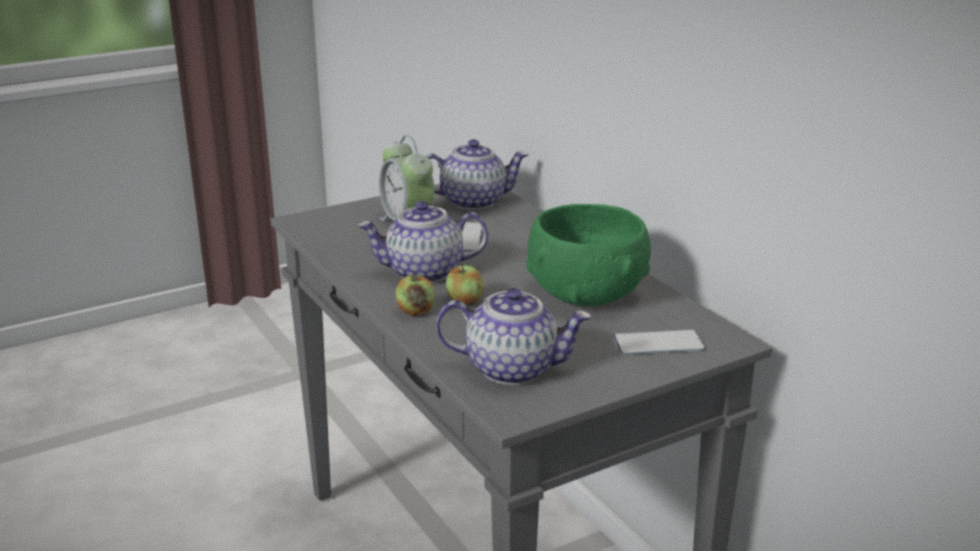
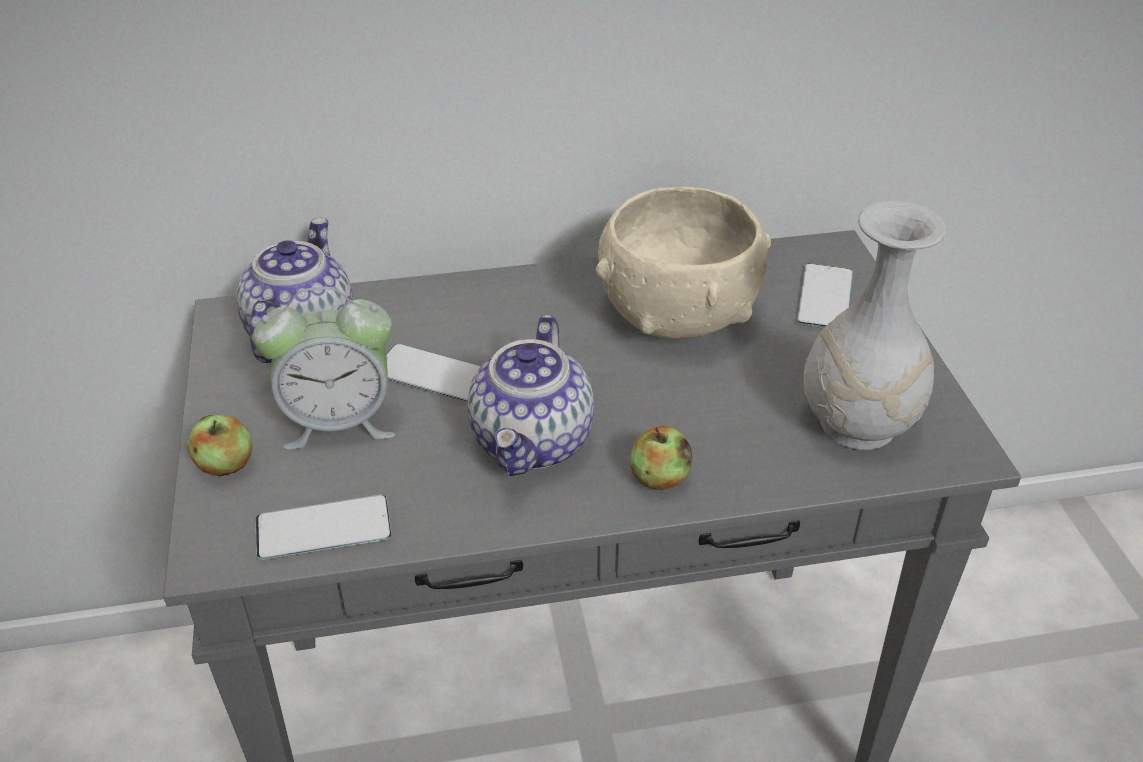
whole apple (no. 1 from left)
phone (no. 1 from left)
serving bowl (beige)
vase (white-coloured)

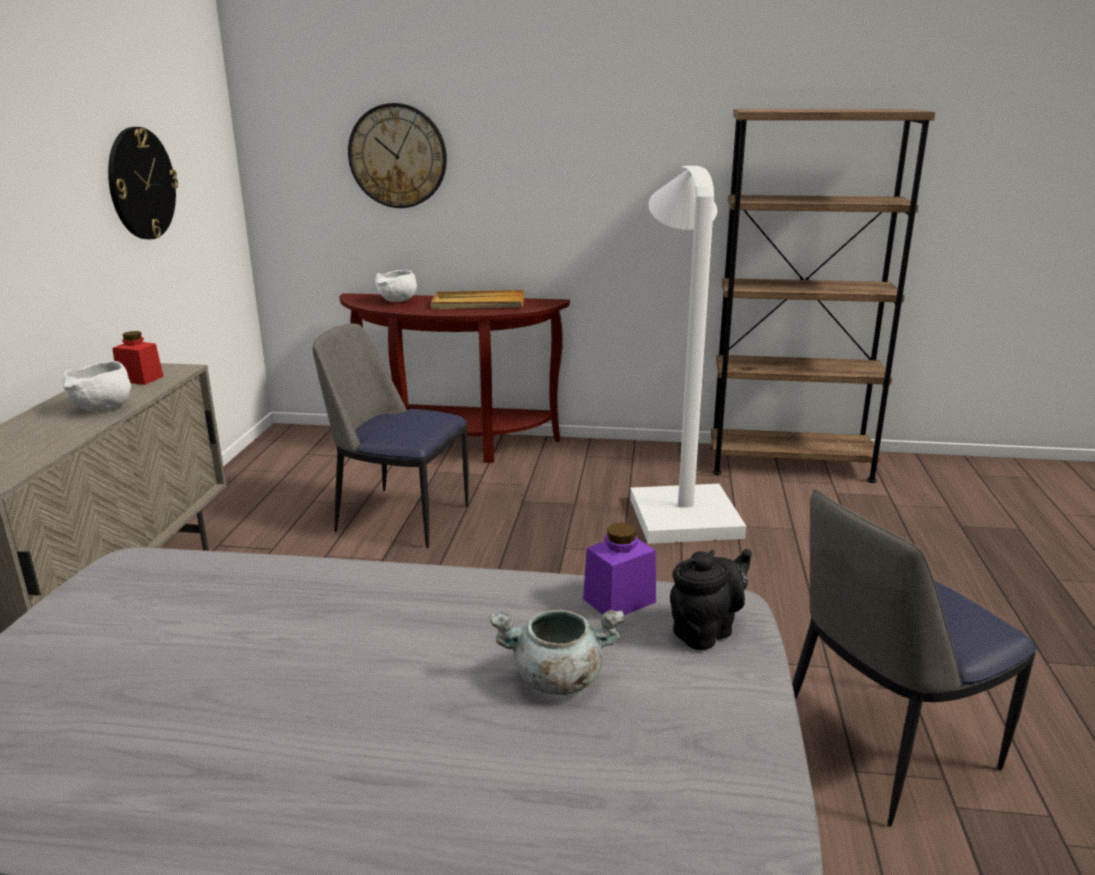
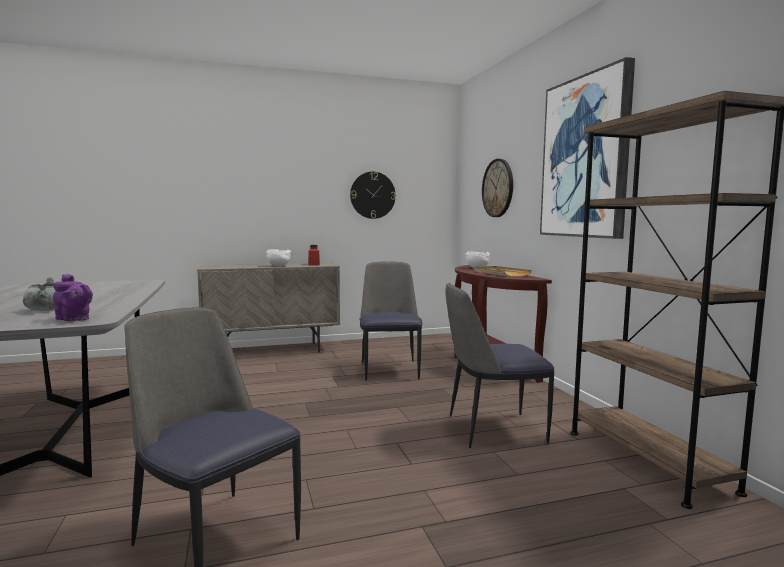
tea pot (purple-coloured)
plain chair (no. 3 from left)
wall art
jar (purple-coloured)

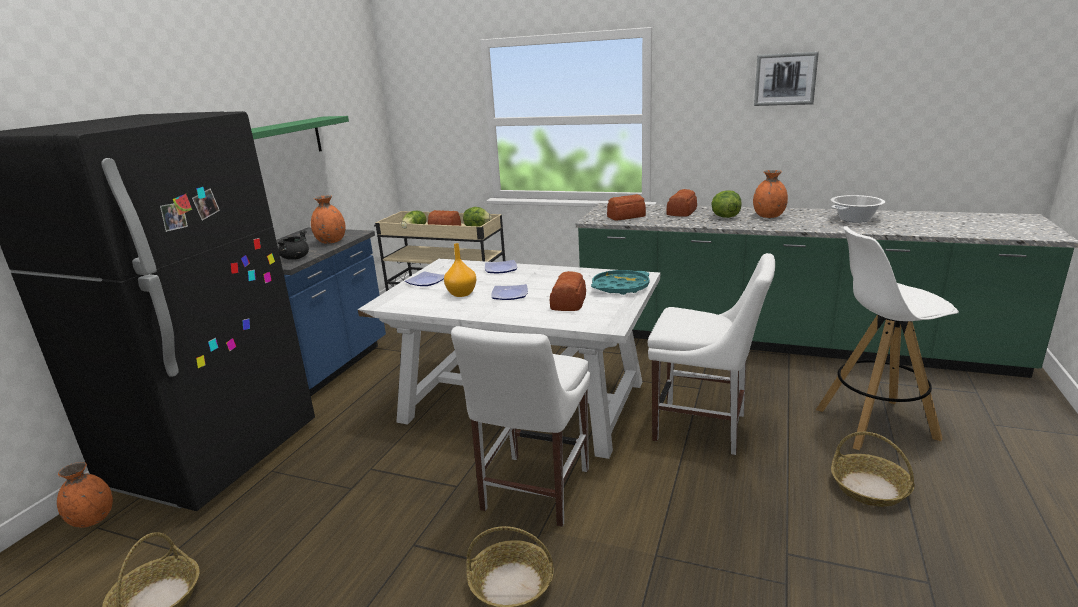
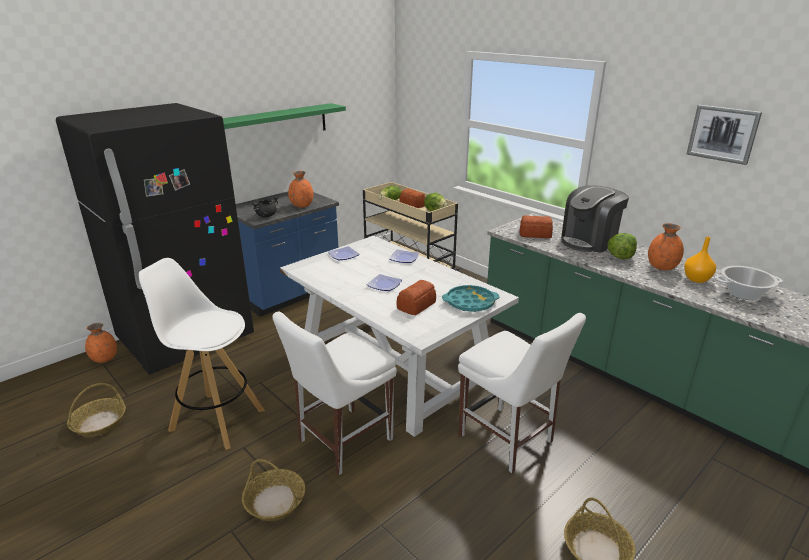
stool seat (white-coloured)
coffee brewer
vase (orange-coloured) (no. 4 from left)

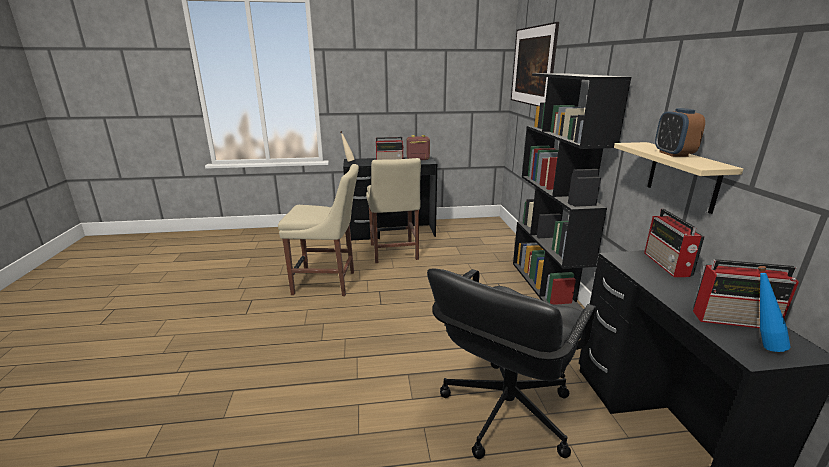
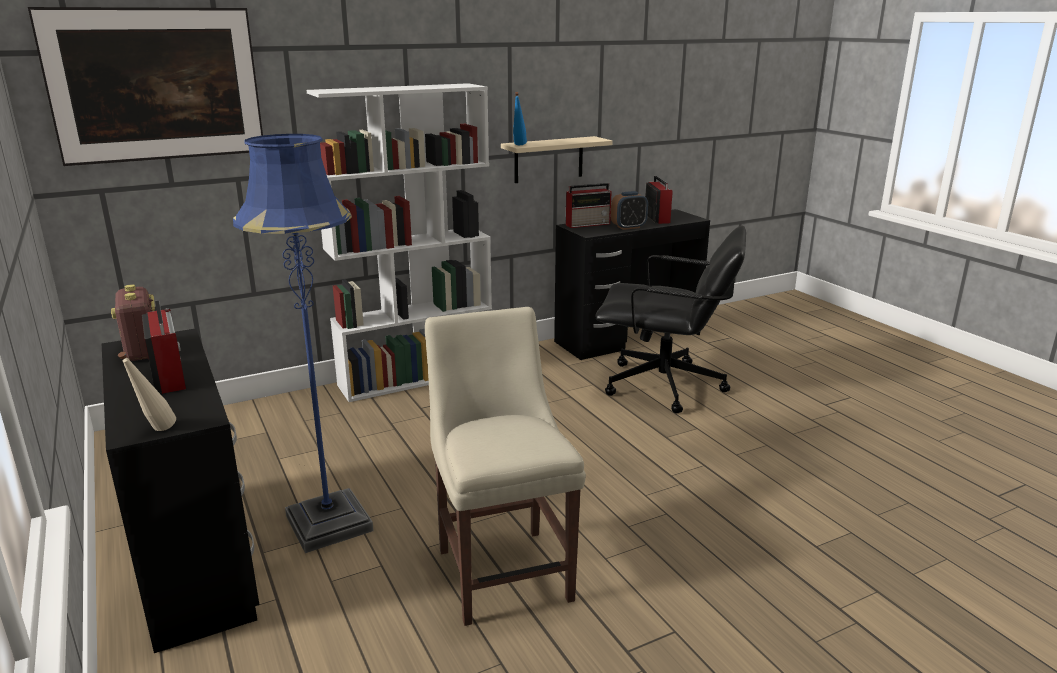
floor lamp (blue)
shelving unit (white-coloured)
drink bottle (blue)
alarm clock

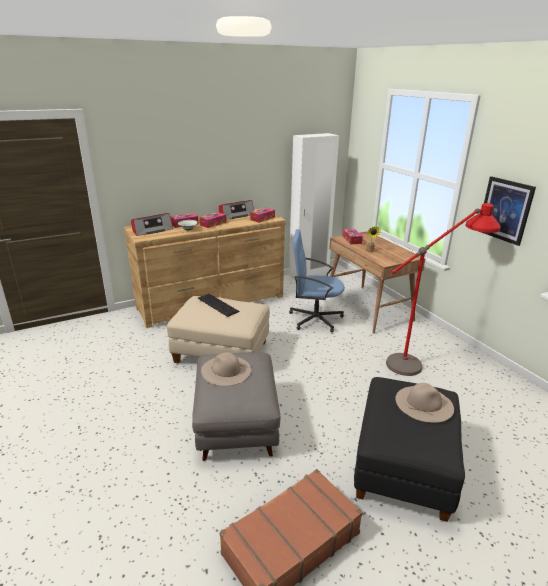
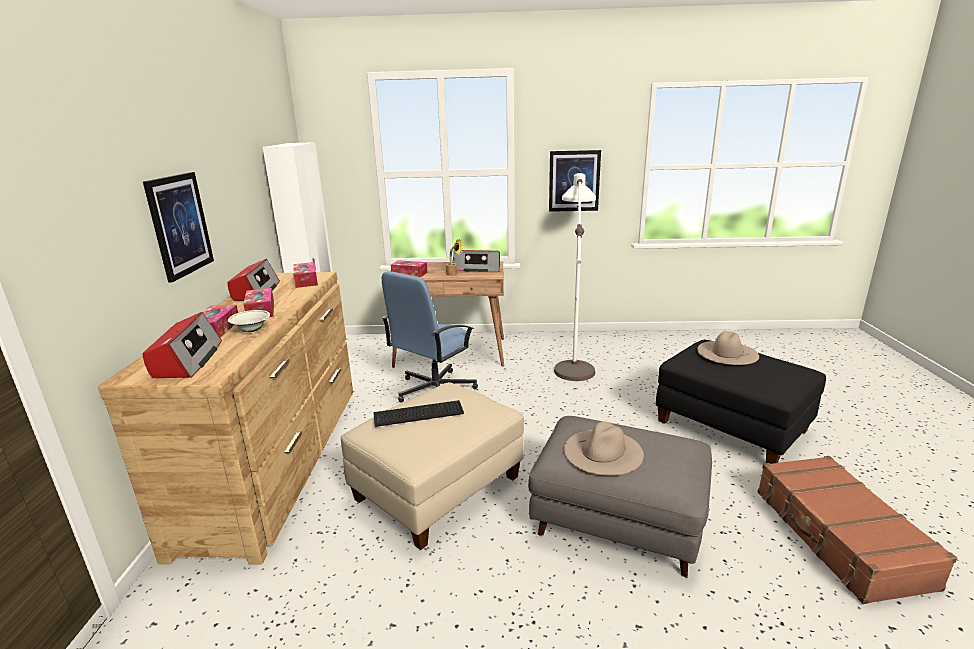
wall art (no. 1 from left)
radio set (no. 3 from left)
floor lamp (white-coloured)

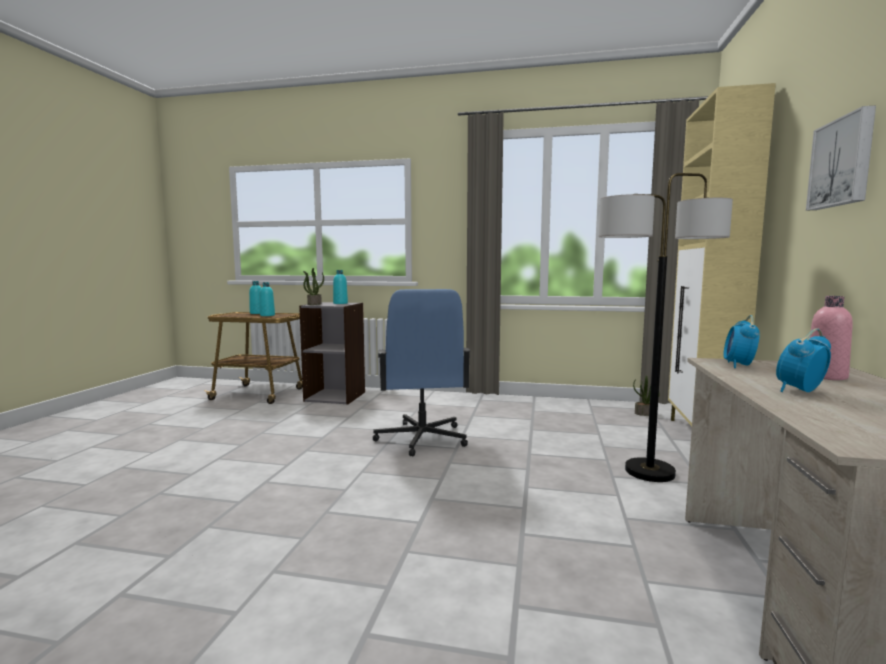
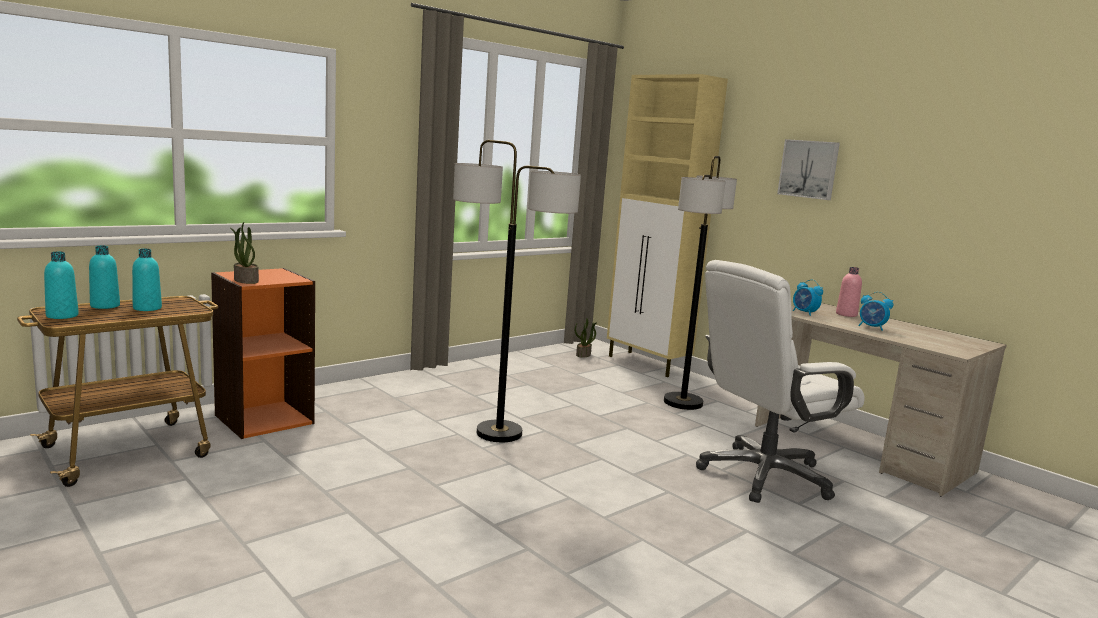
drink bottle (blue-green) (no. 1 from left)
shelving unit (orange-coloured)
floor lamp (no. 1 from left)
computer chair (white-coloured)
alarm clock (no. 2 from left)

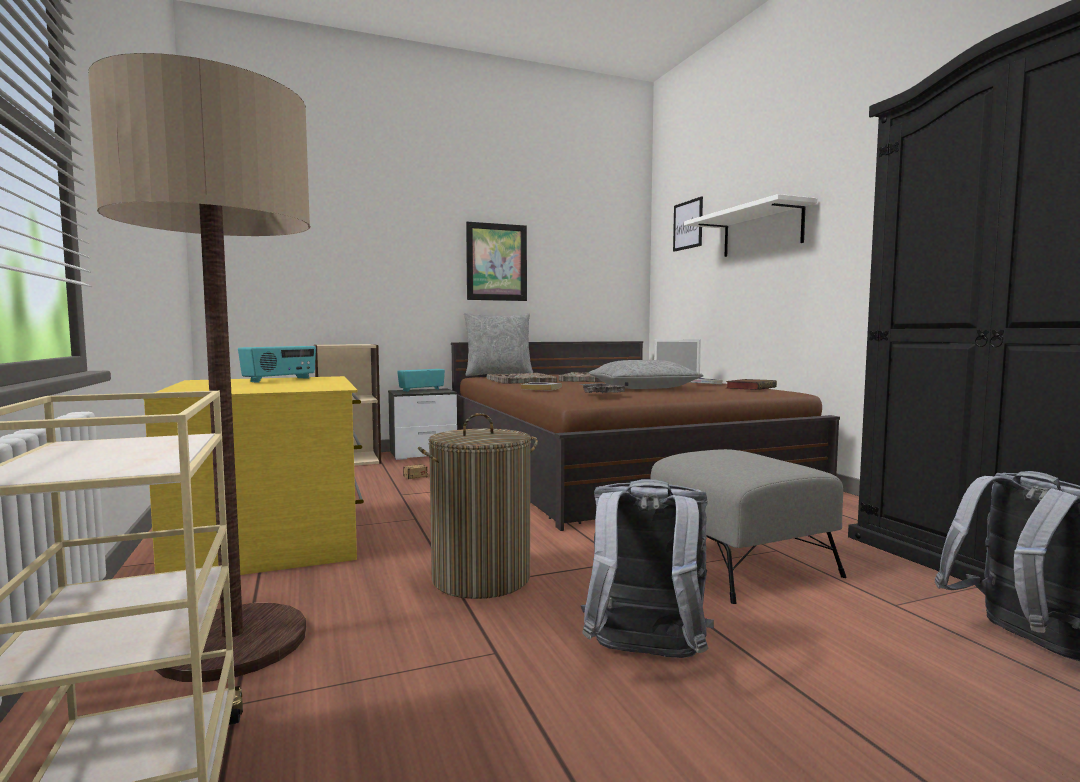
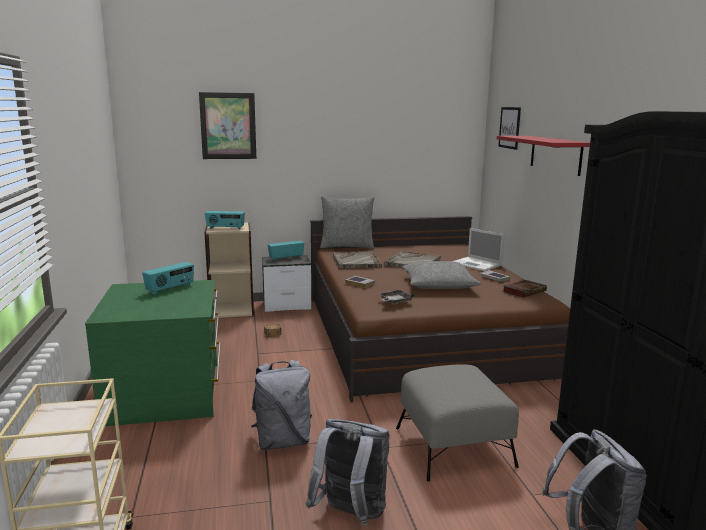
chest of drawers (green)
wall art (no. 1 from left)
radio set (no. 2 from left)
rucksack (gray) (no. 1 from left)
shelf (red-coloured)
floor lamp

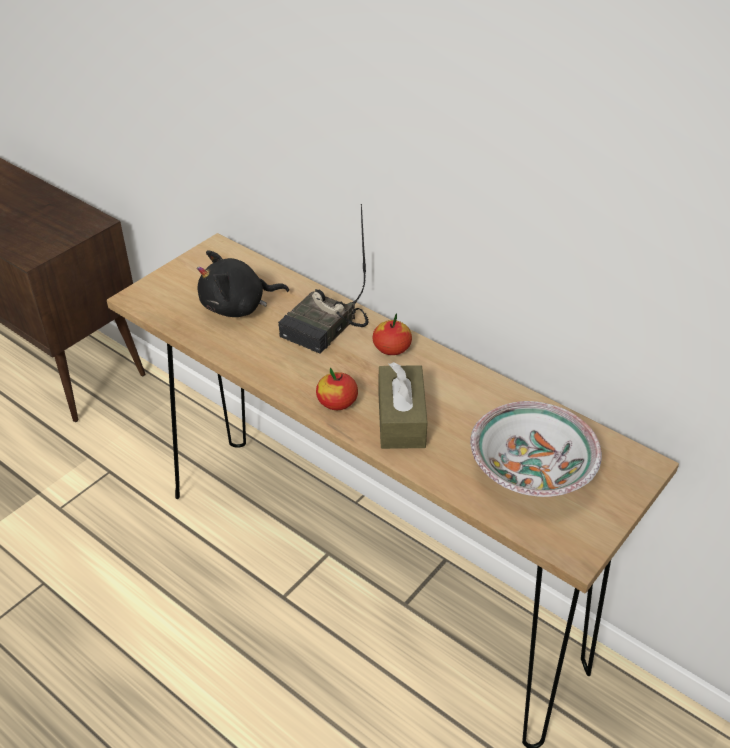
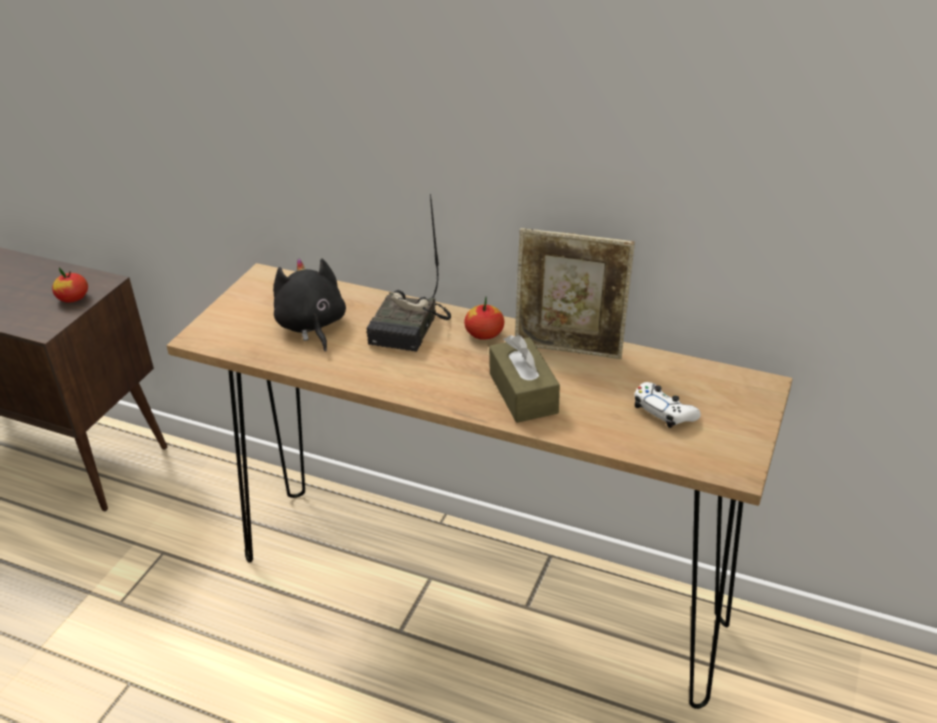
whole apple (no. 1 from left)
plush toy (black)
picture frame
joypad (white-coloured)

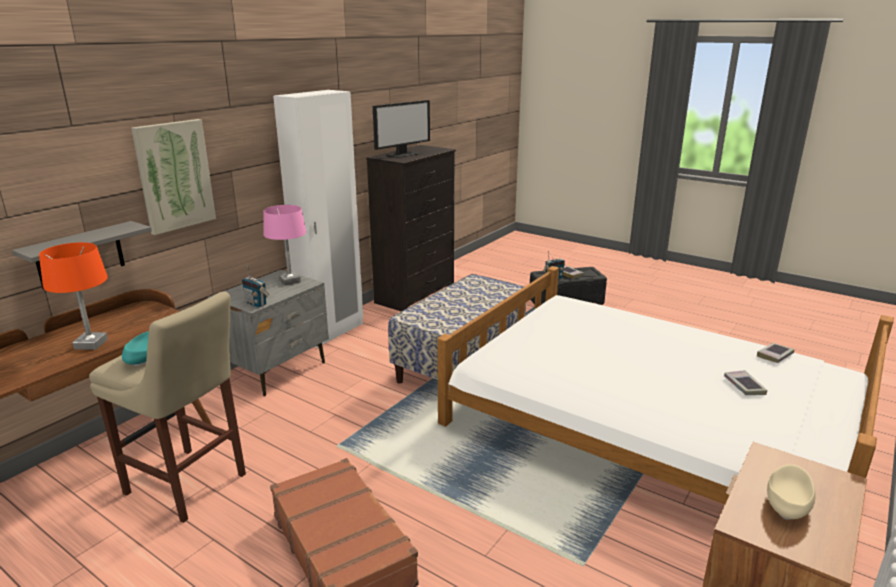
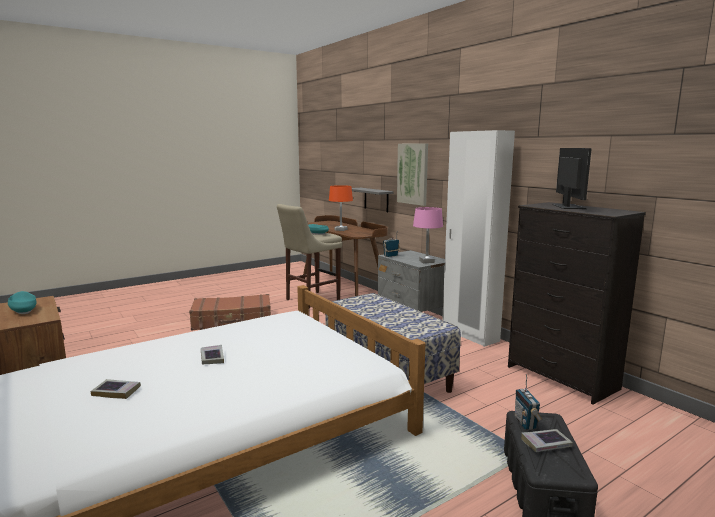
serving bowl (blue-green) (no. 1 from left)
volume (no. 2 from left)
computer screen

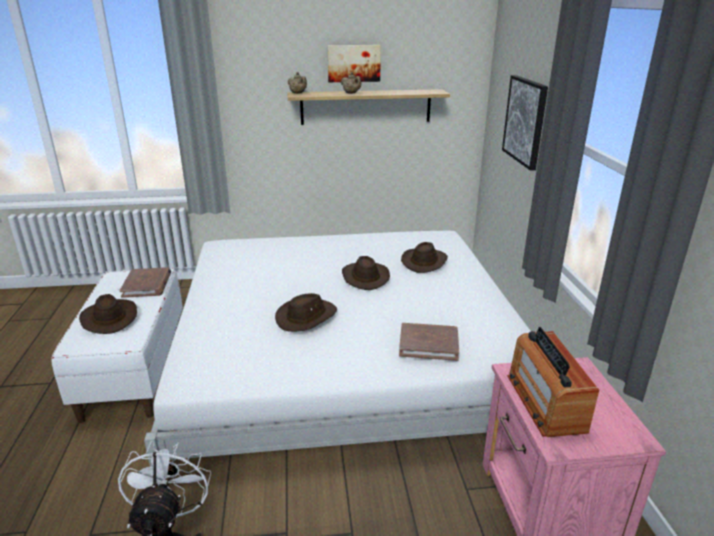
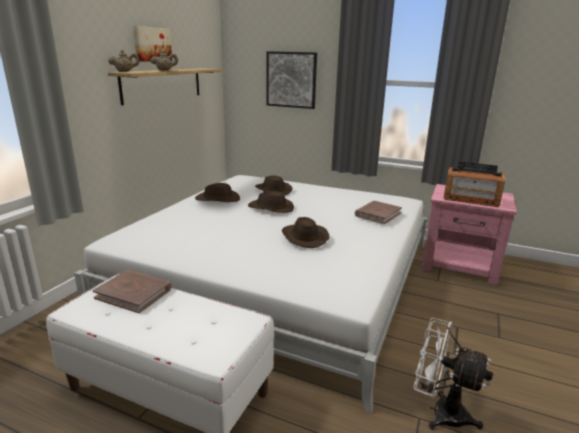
clothing hat (brown-coloured) (no. 1 from left)

